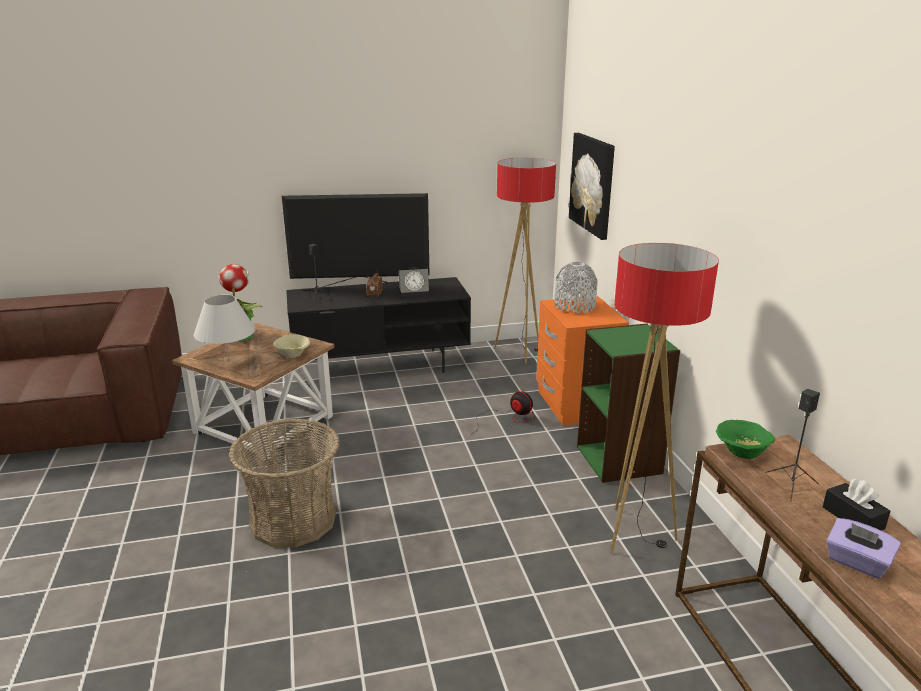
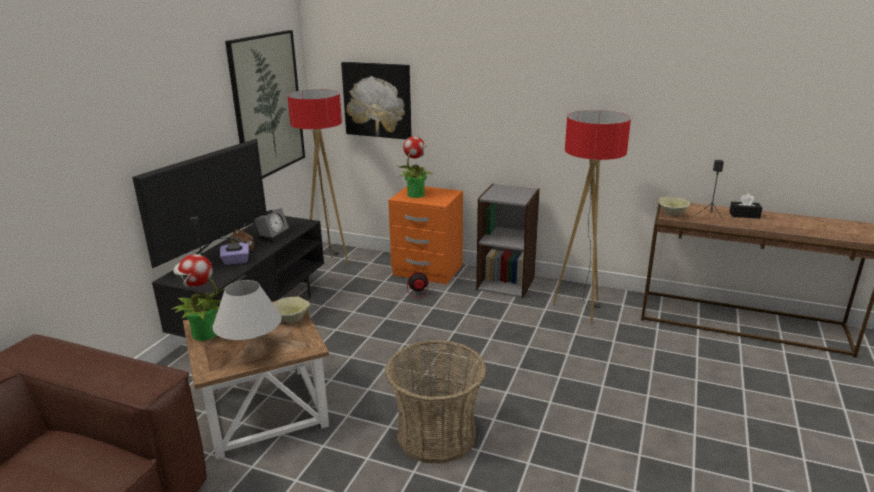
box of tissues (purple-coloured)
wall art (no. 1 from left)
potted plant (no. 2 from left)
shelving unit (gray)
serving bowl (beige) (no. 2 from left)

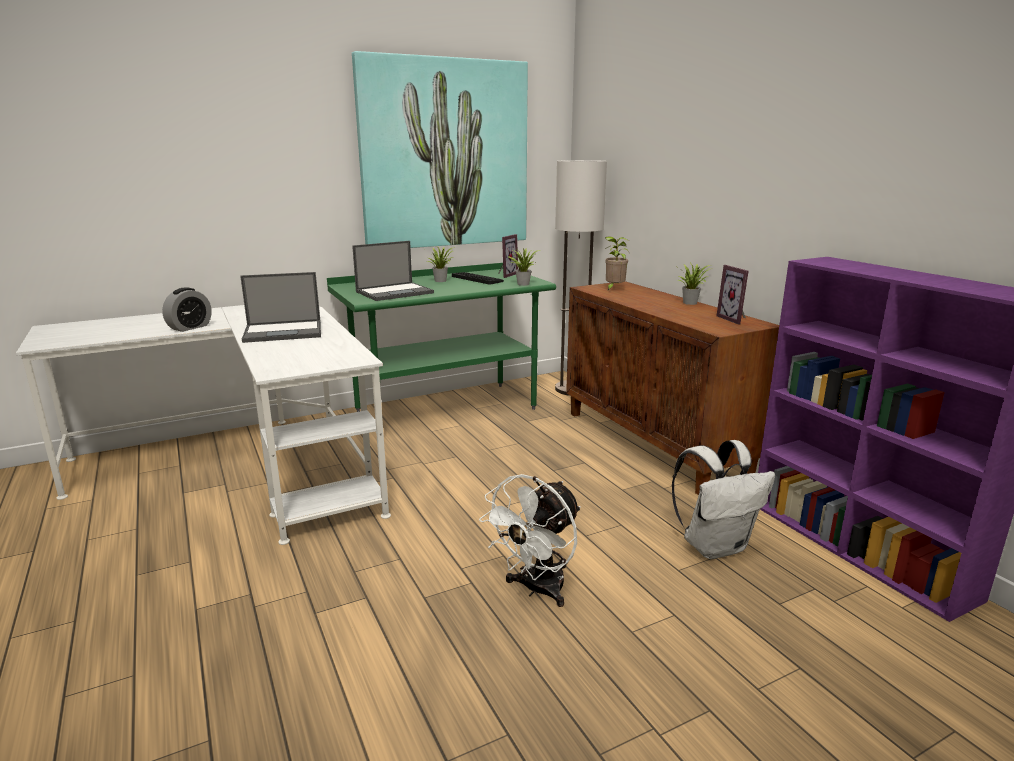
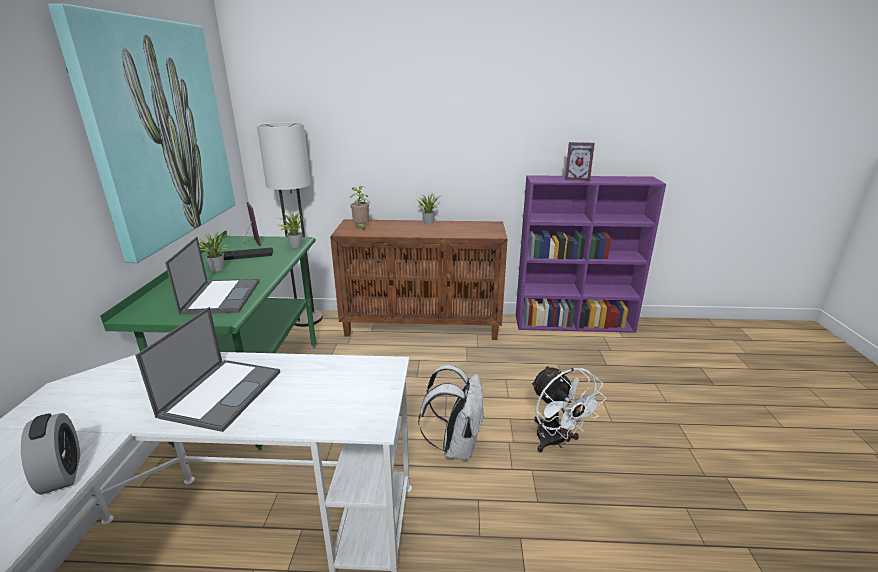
rucksack (white-coloured)
picture frame (no. 2 from left)

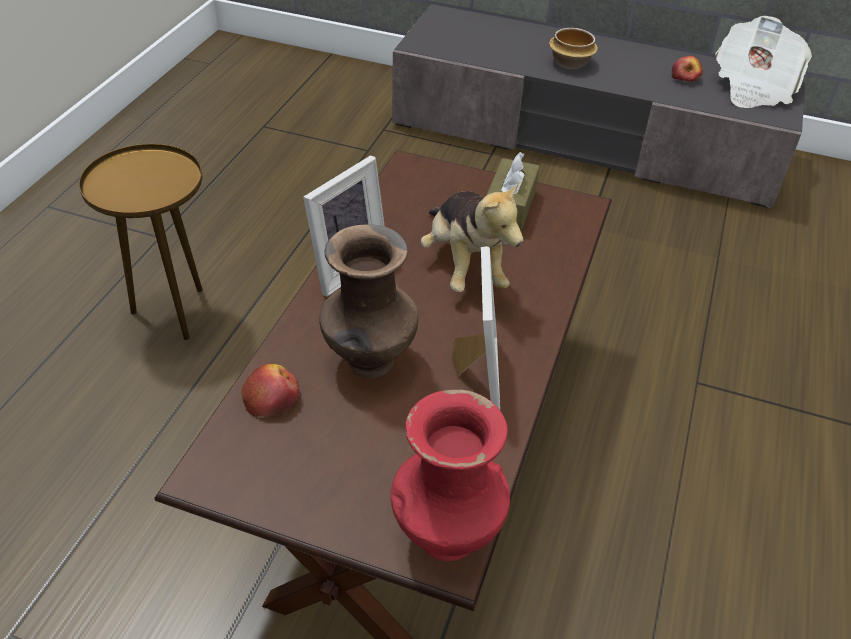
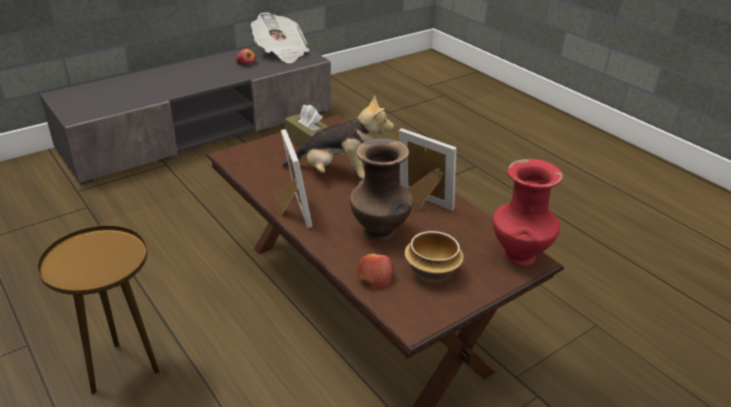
serving bowl

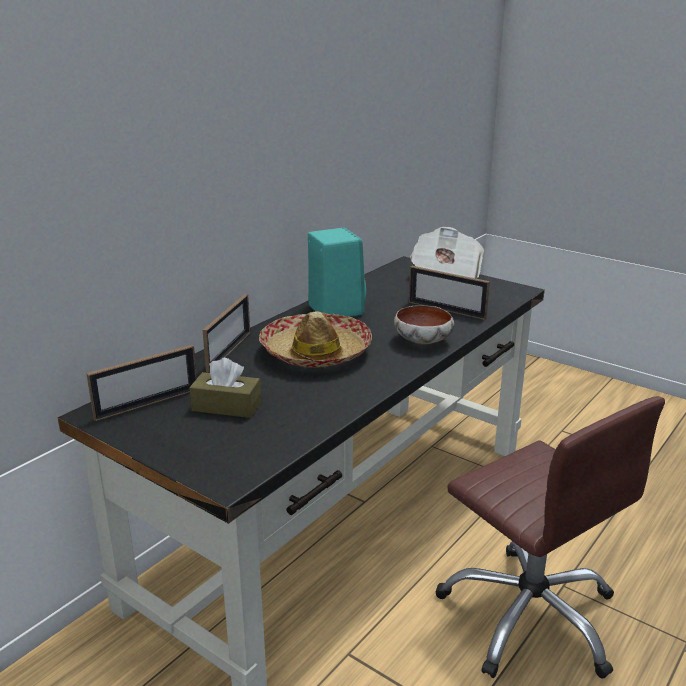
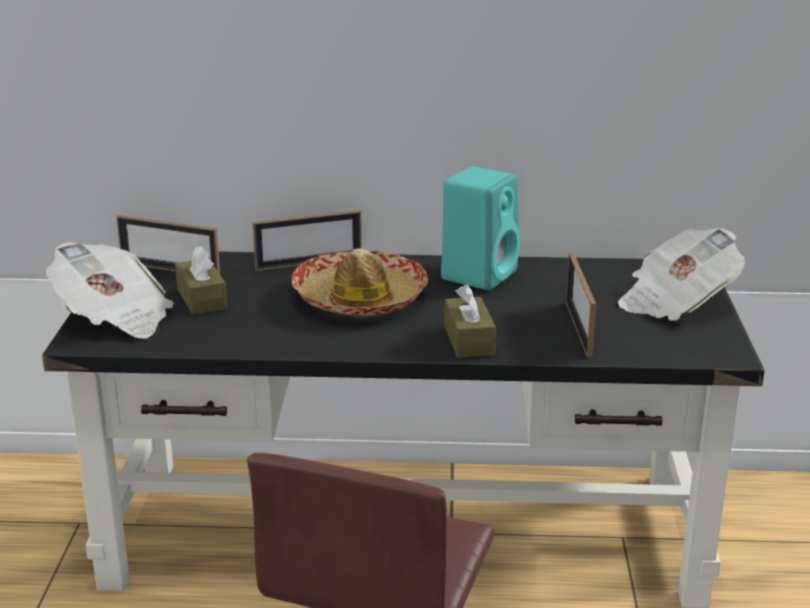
newspaper (no. 1 from left)
box of tissues (brown-coloured) (no. 2 from left)

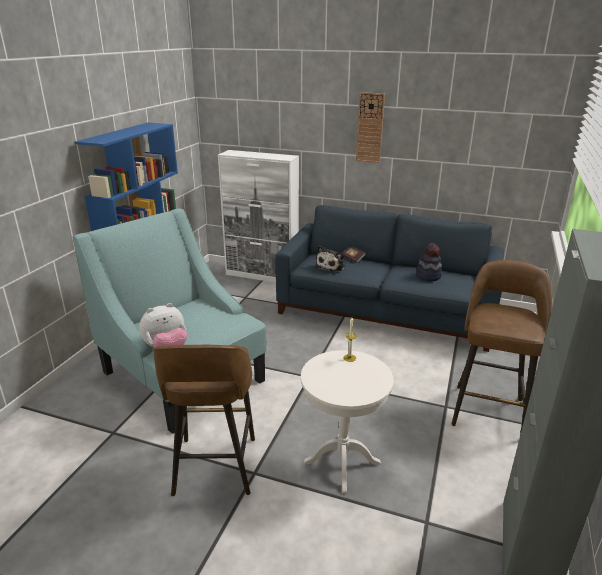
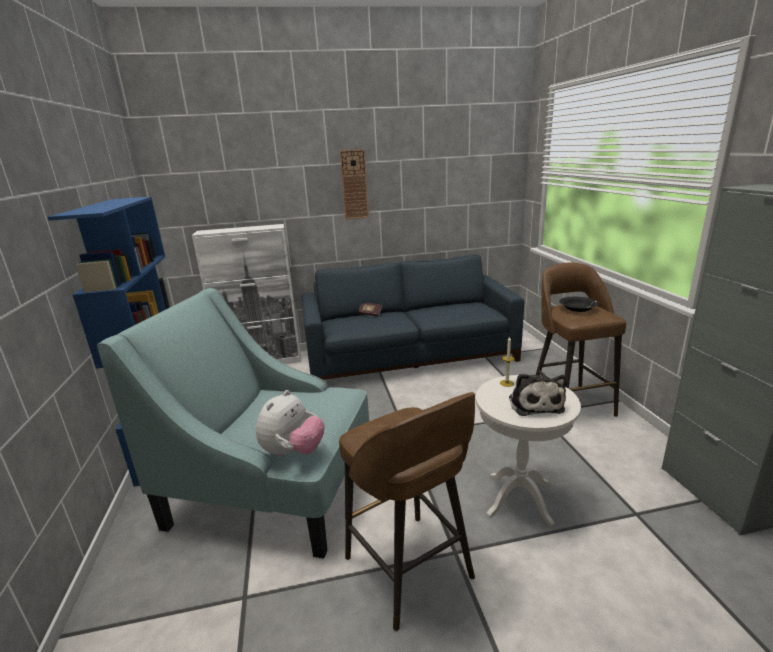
plush toy (no. 2 from left)
serving bowl (black)
clothing hat

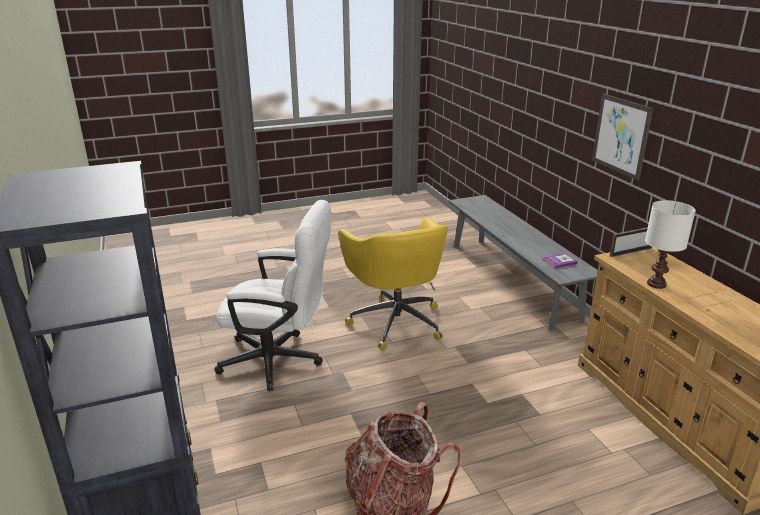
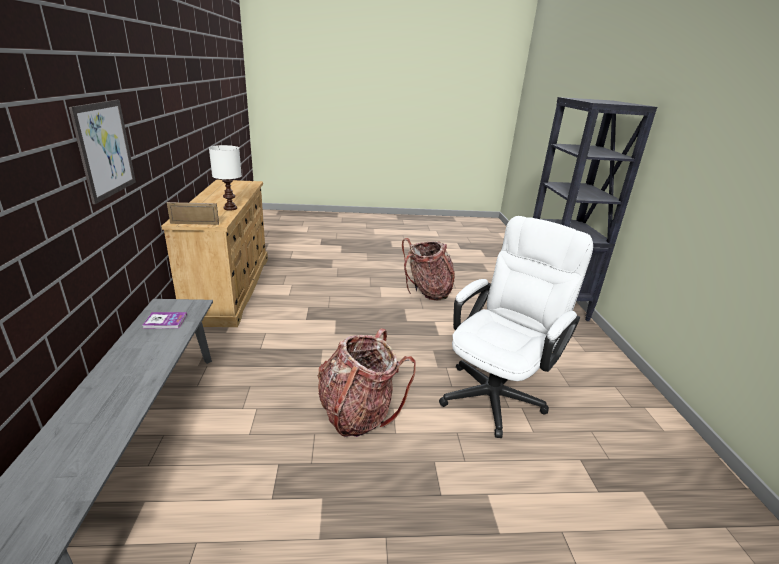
rucksack (no. 1 from left)
computer chair (white-coloured)

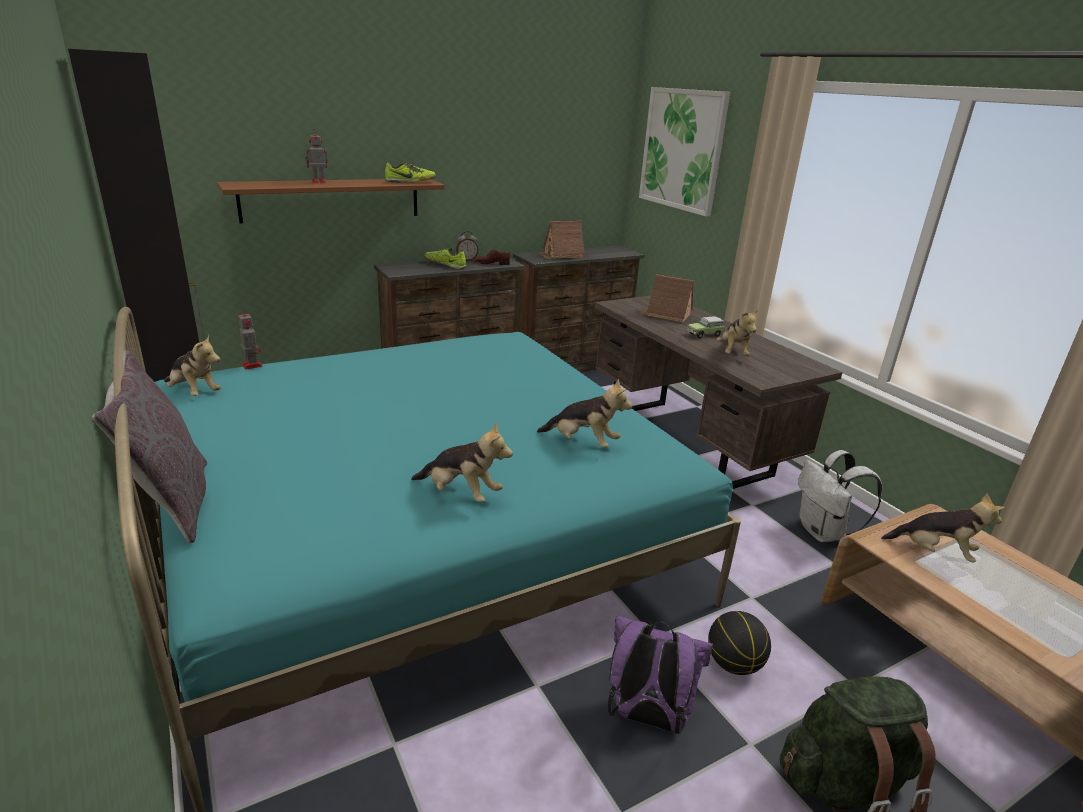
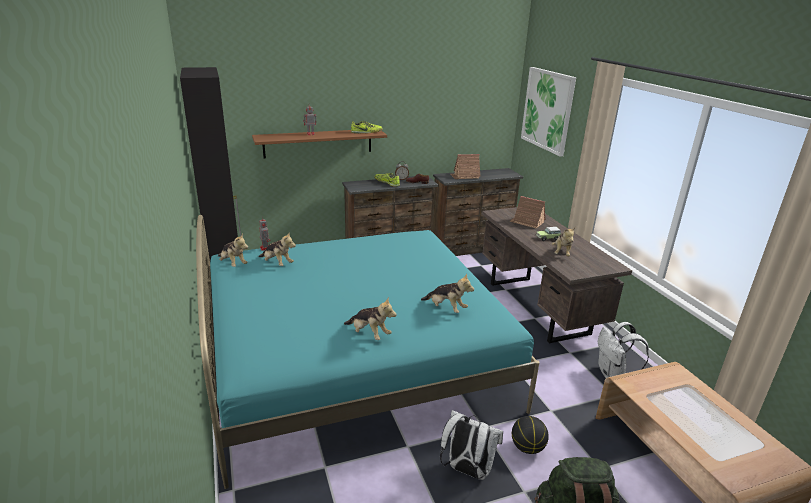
plush toy (no. 2 from left)
rucksack (white-coloured) (no. 1 from left)
pillow (gray)

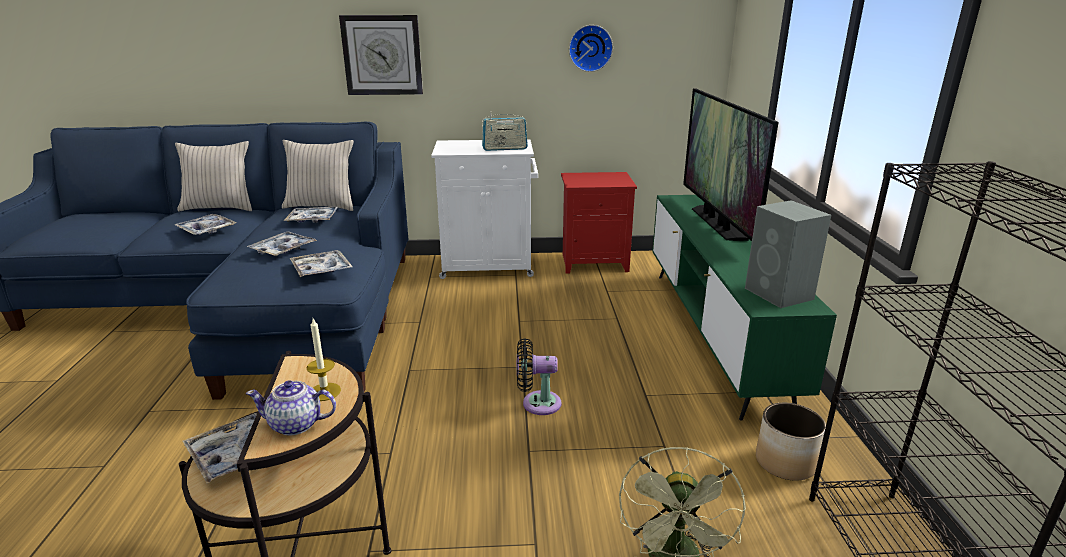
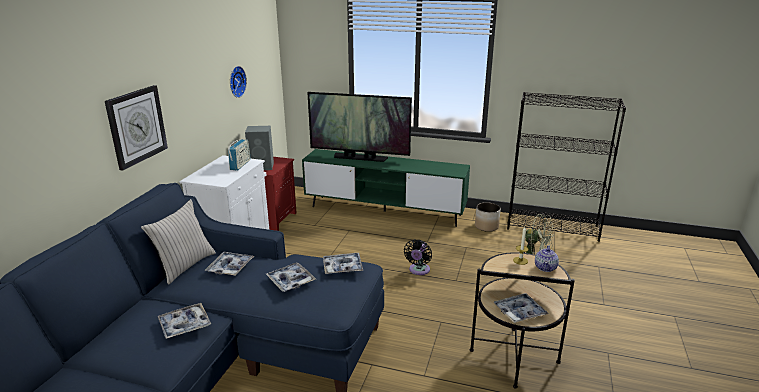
speaker (gray)
pillow (beige) (no. 1 from left in the first image)

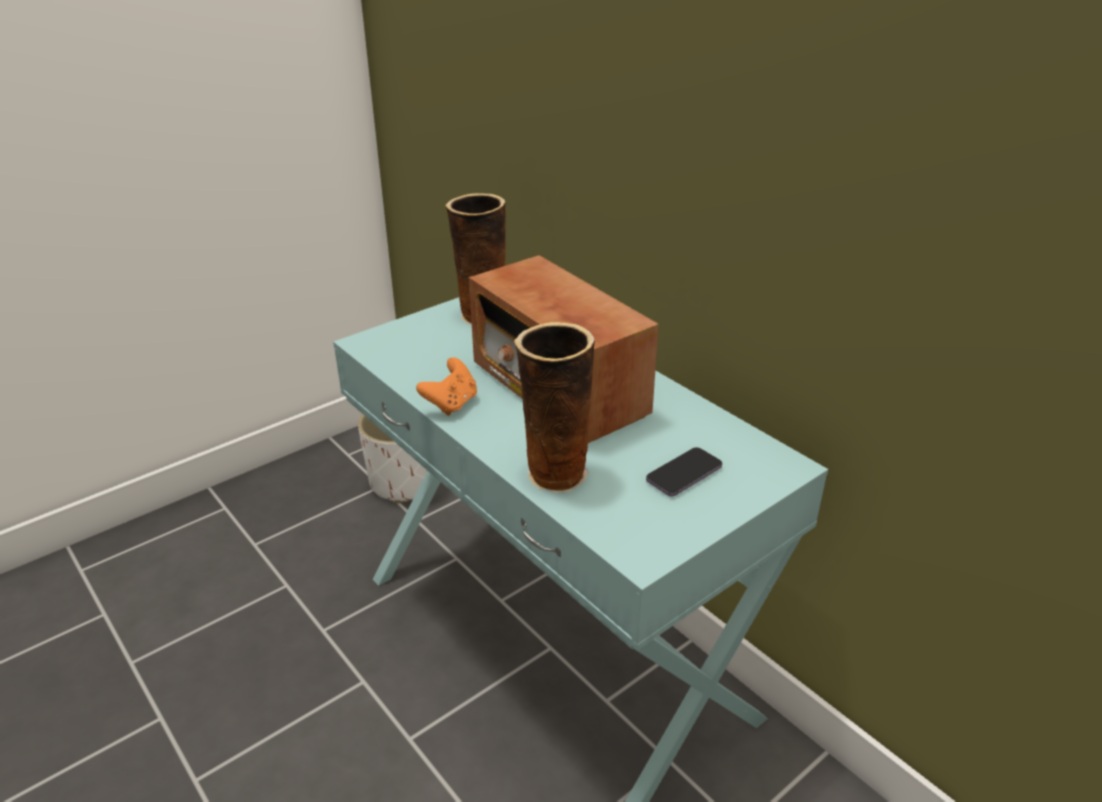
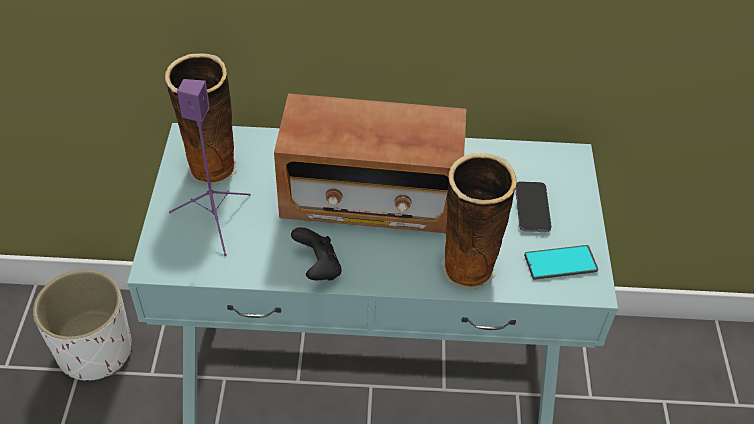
speaker (purple-coloured)
joypad (black)
phone (no. 2 from left)

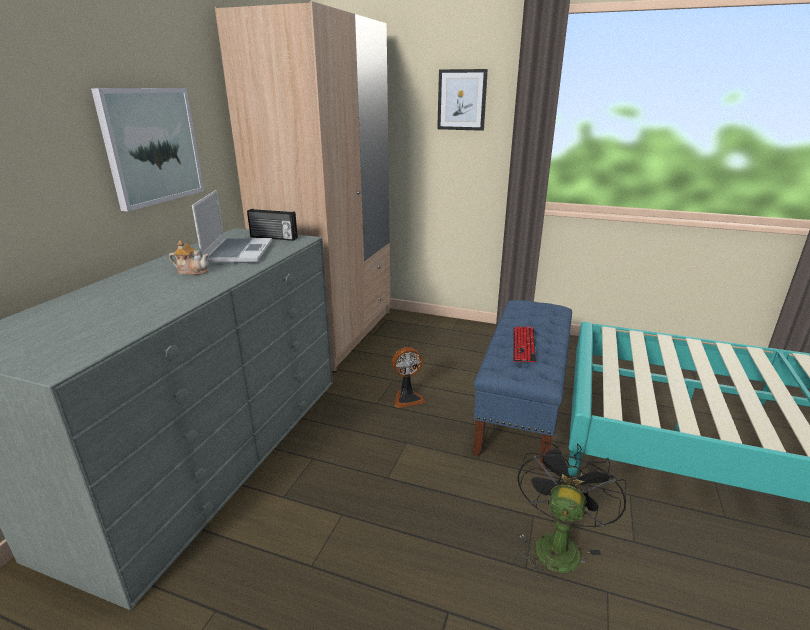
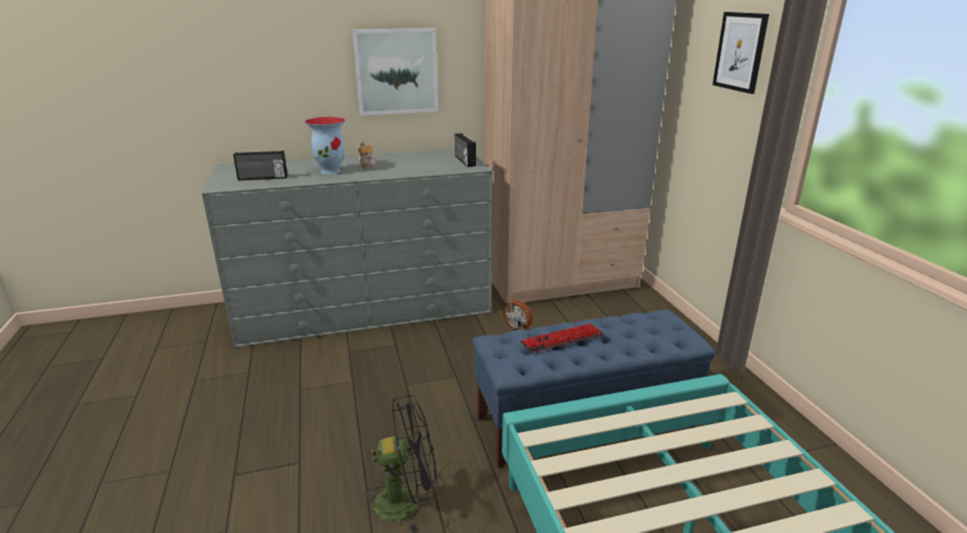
radio set (no. 1 from left)
vase
laptop

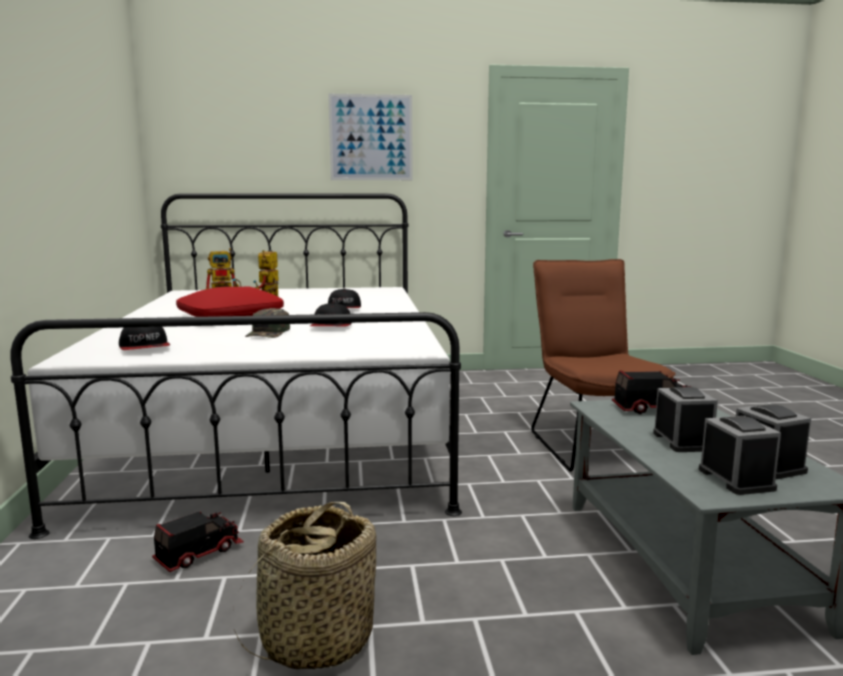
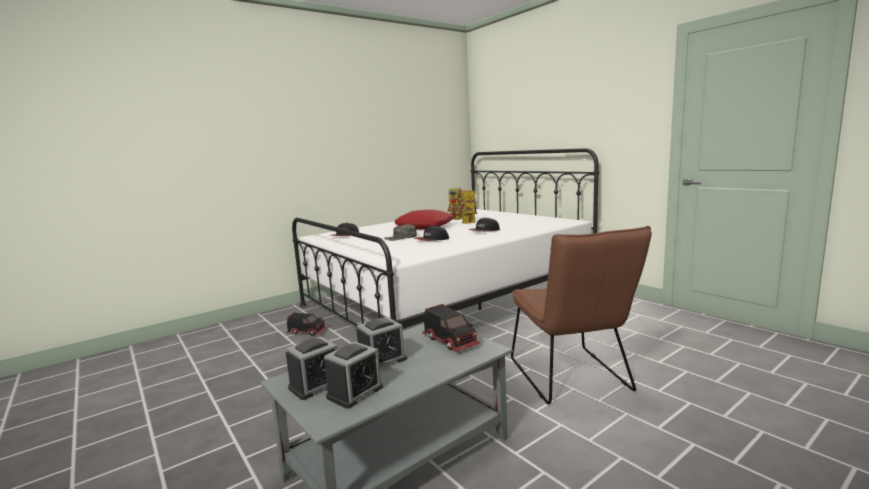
plain chair (brown-coloured)
storage basket
wall art

